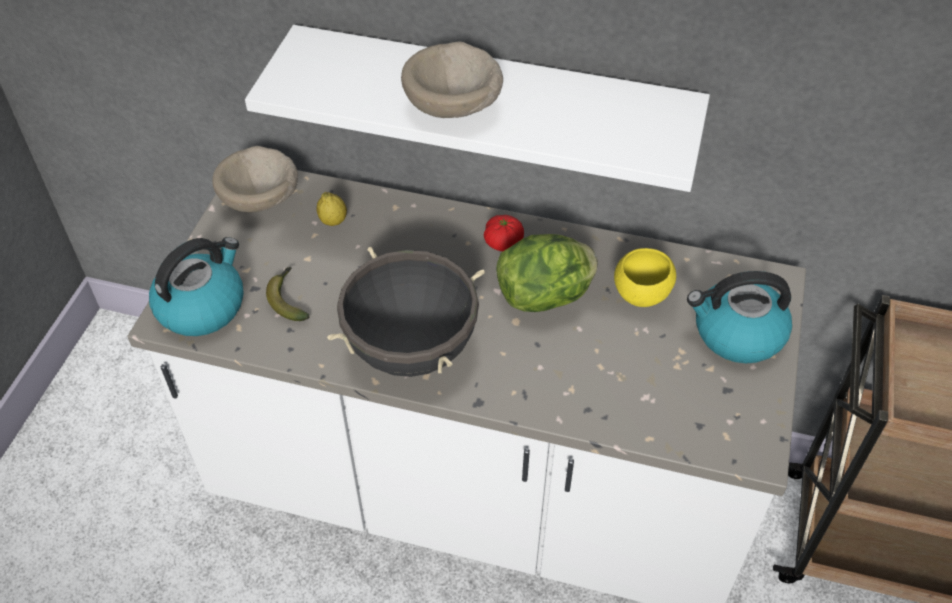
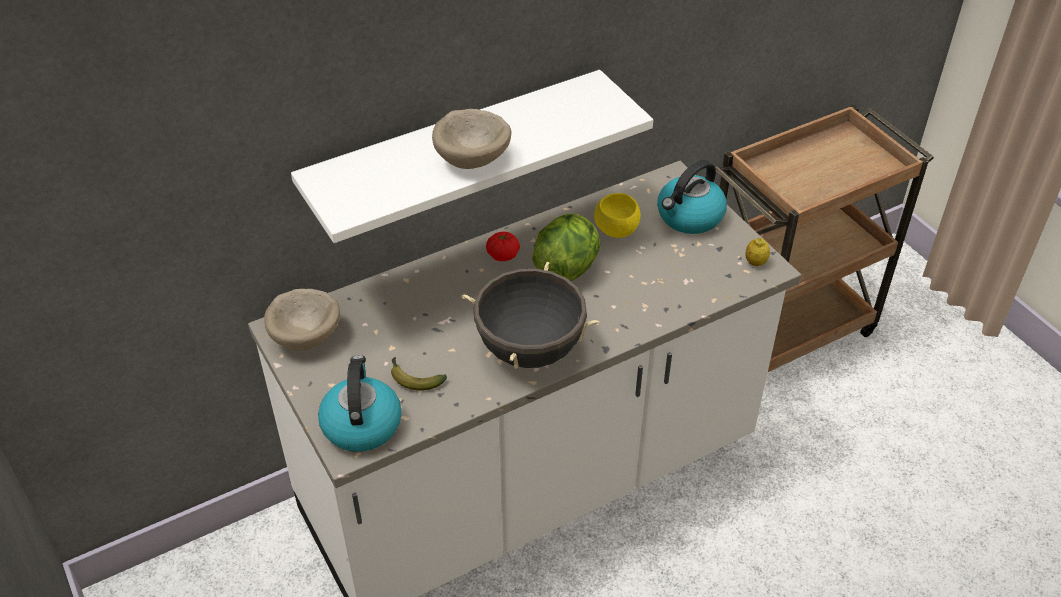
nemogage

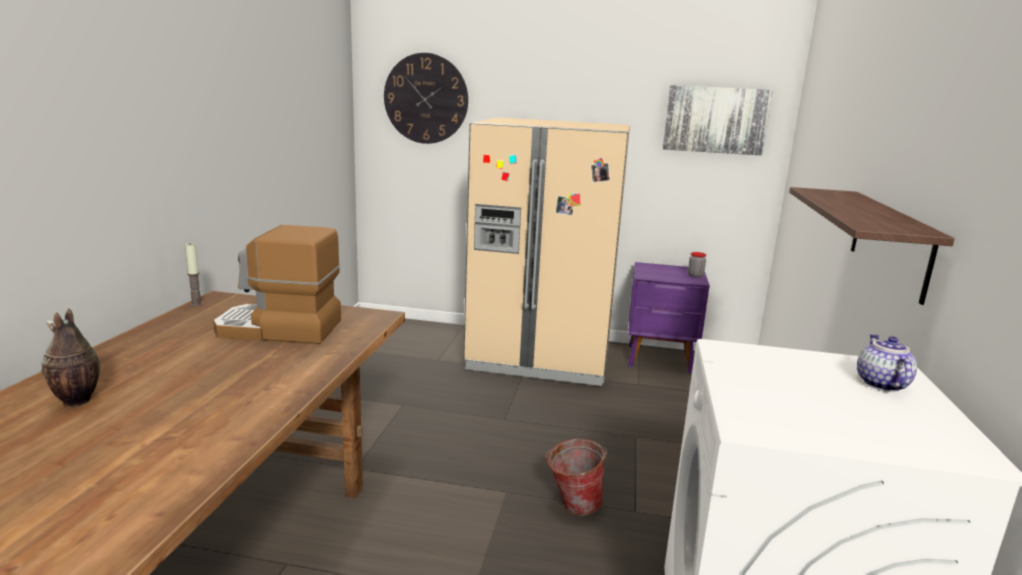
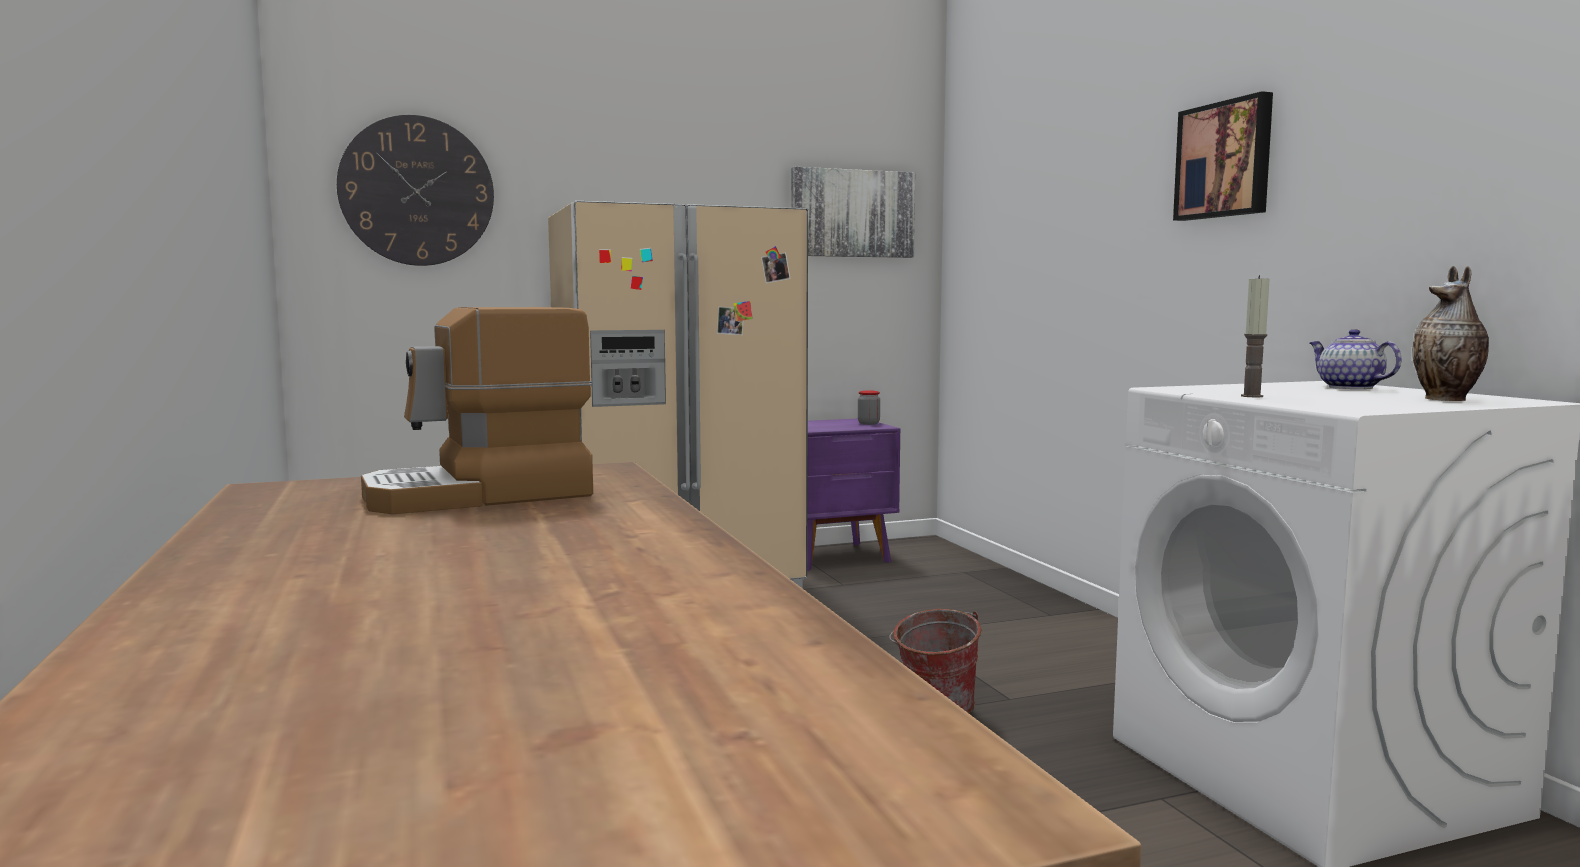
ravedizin
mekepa
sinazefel
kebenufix (no. 2 from left)

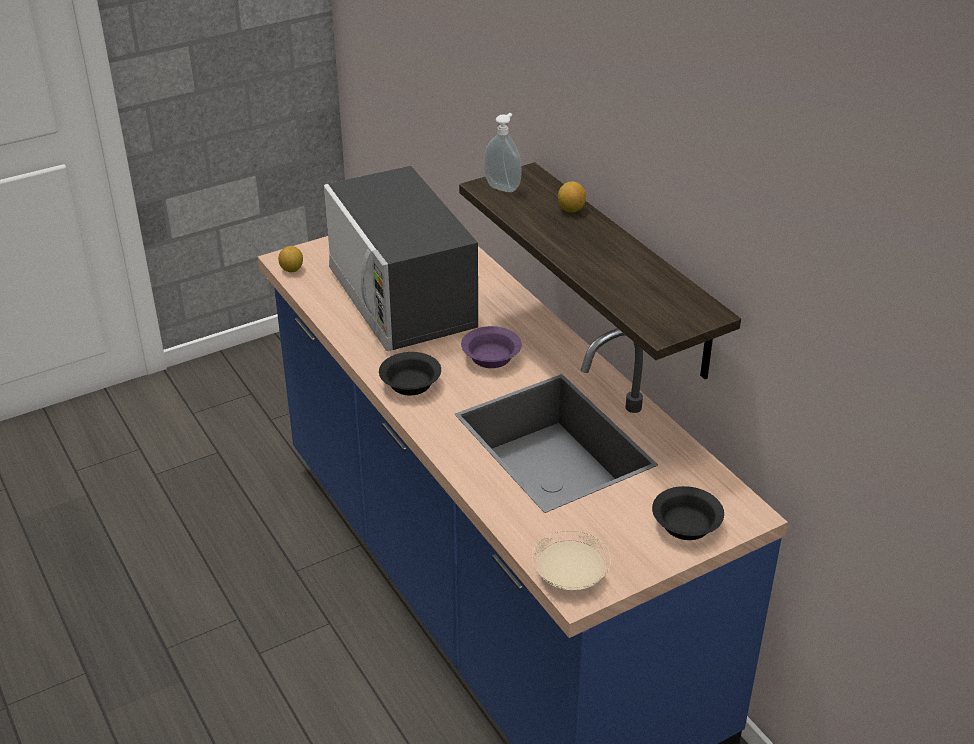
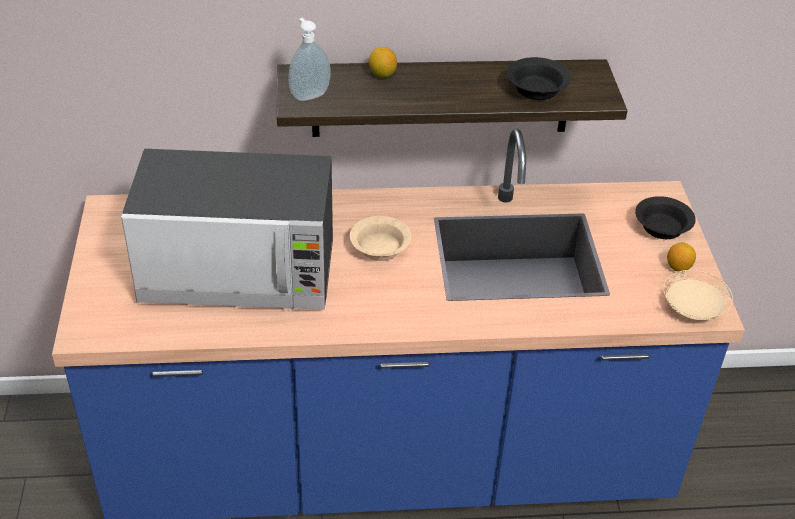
nemogage (no. 2 from left)
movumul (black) (no. 1 from left)
movumul (beige)

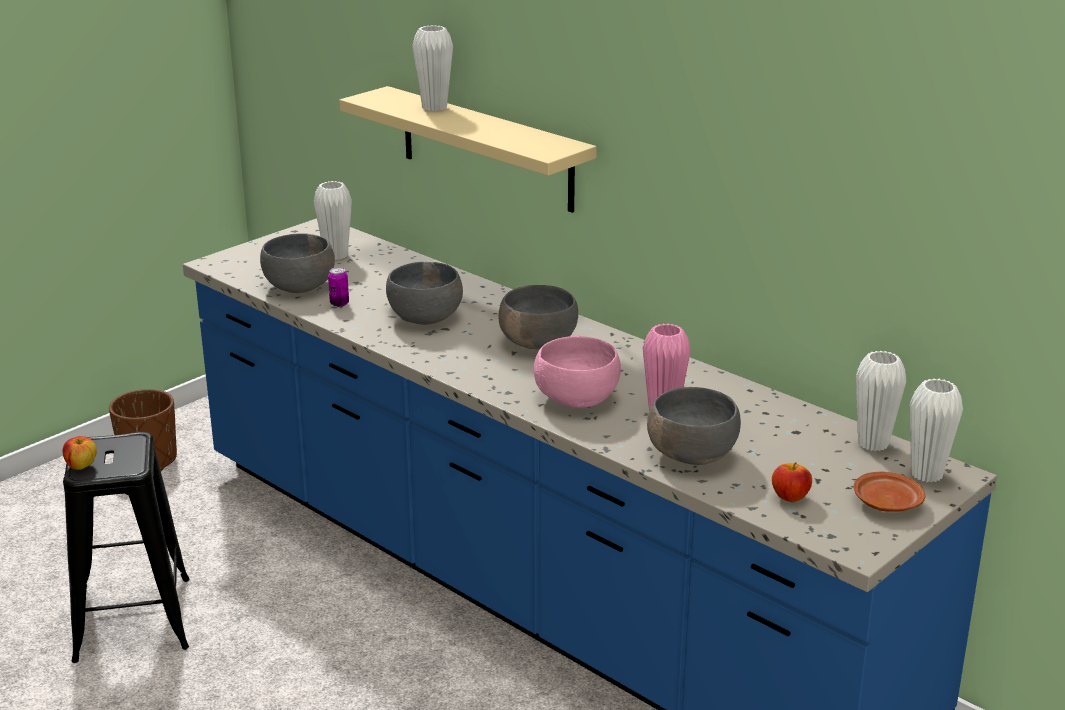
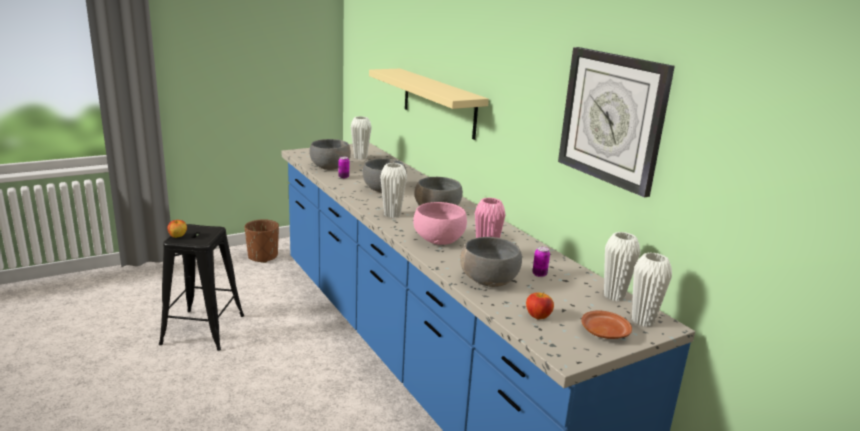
ravedizin (white) (no. 2 from left)
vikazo (no. 2 from left)
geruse

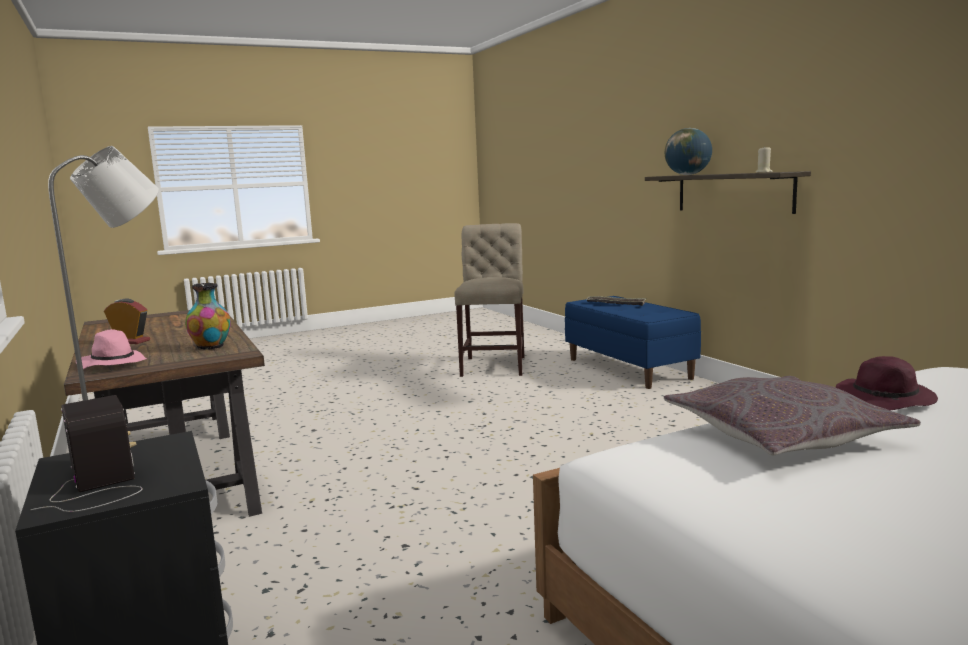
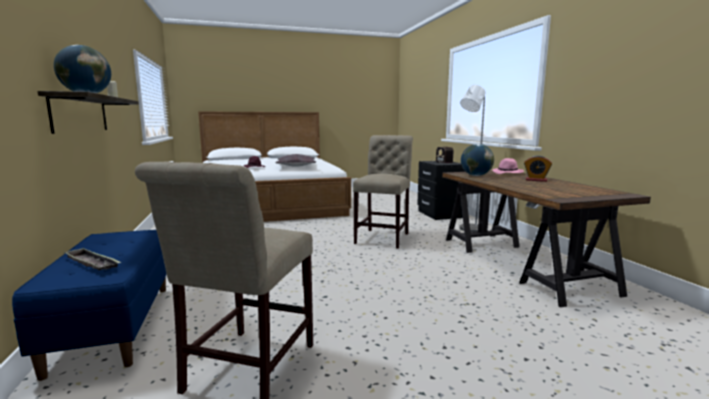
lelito (no. 2 from left)
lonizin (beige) (no. 2 from left)

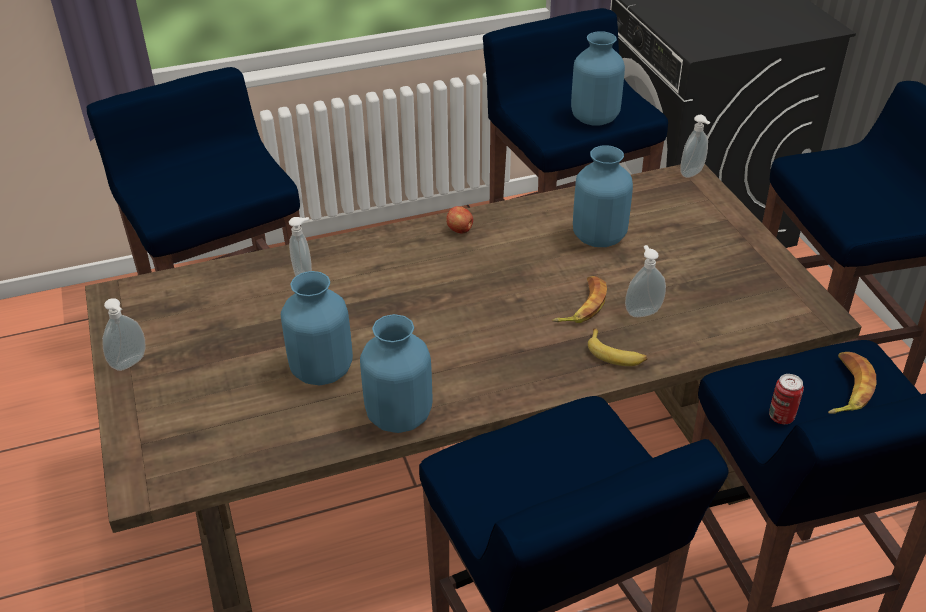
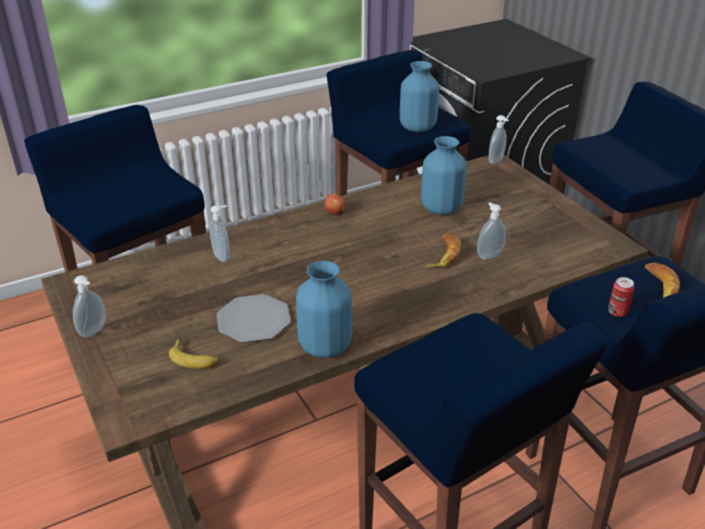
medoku
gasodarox (no. 1 from left)

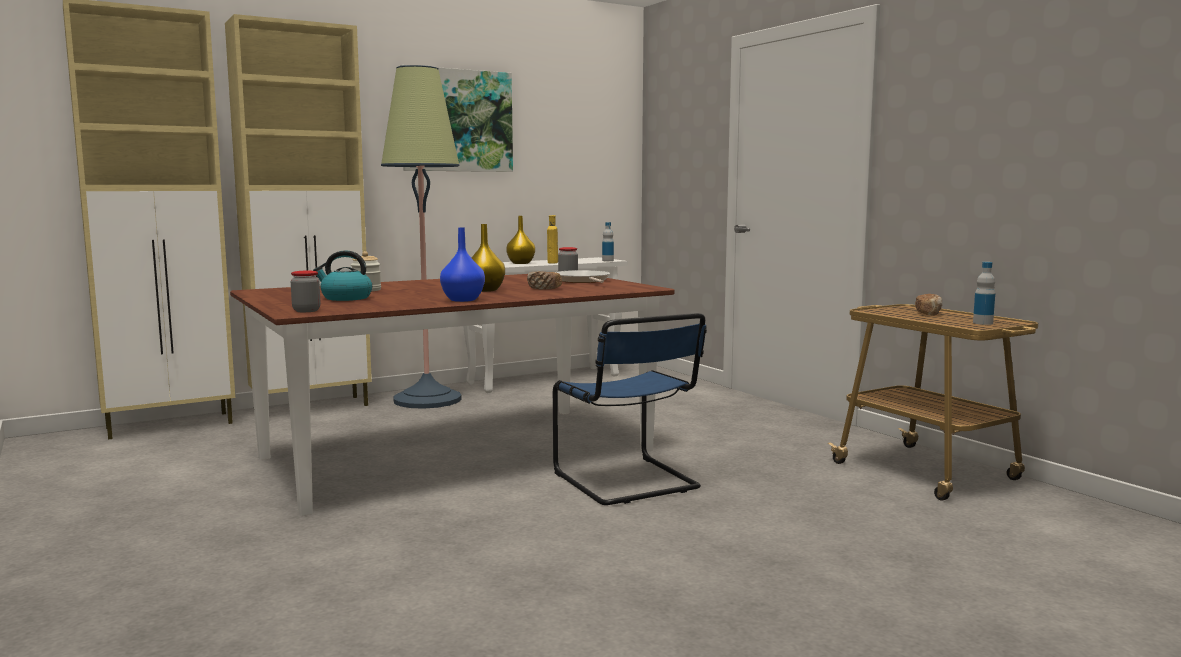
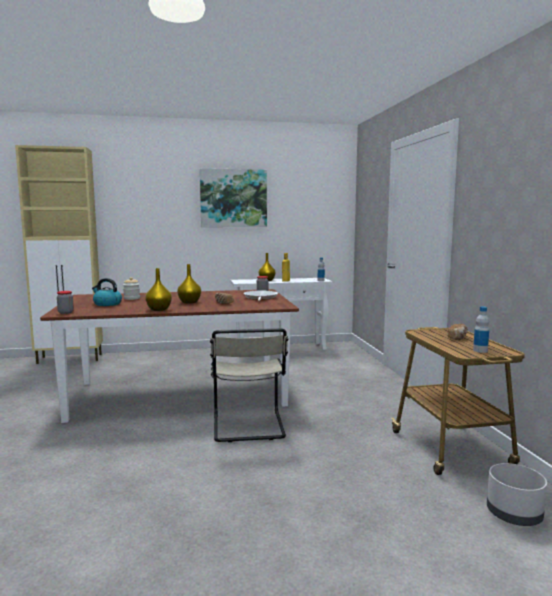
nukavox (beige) (no. 2 from left in the first image)
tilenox
ravedizin (yellow) (no. 1 from left)
lonizin (beige)
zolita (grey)

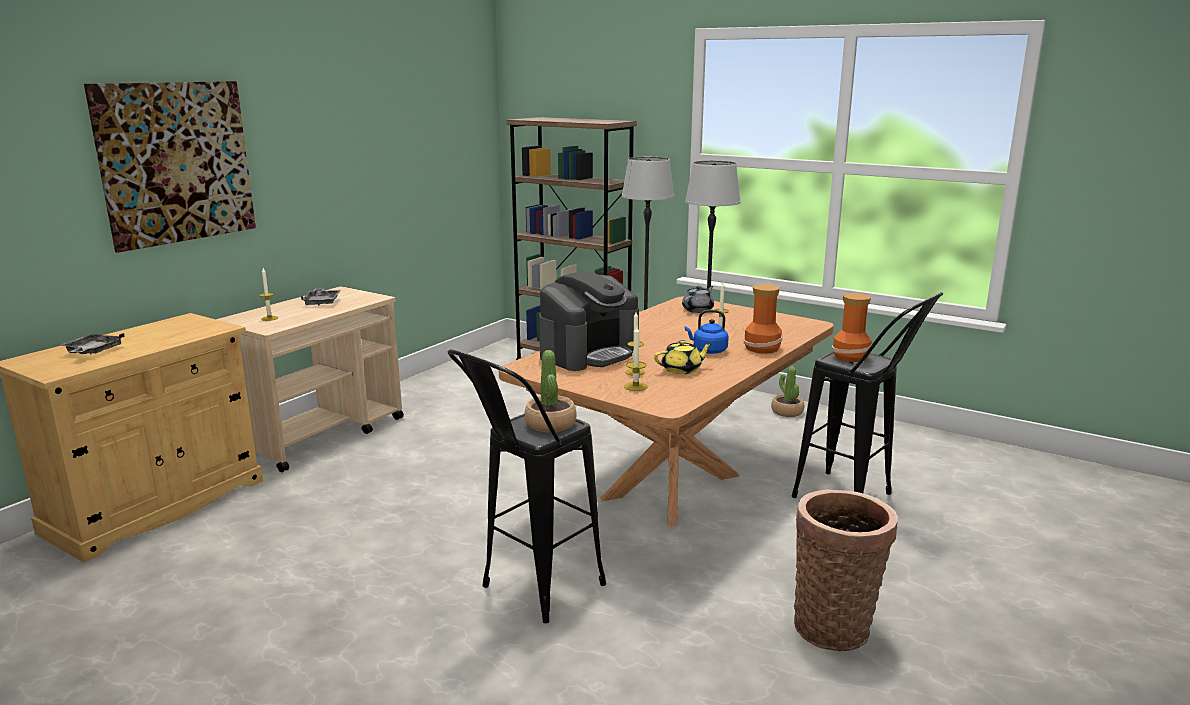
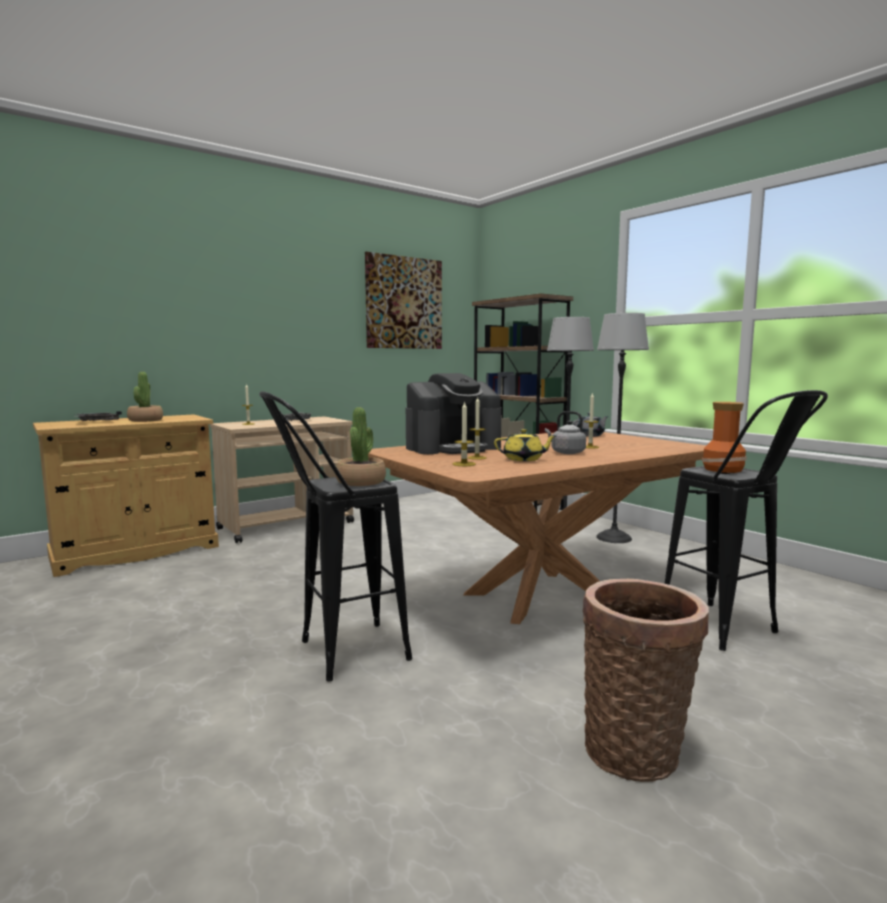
kebenufix
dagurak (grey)
ravedizin (no. 1 from left in the first image)
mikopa (no. 1 from left)

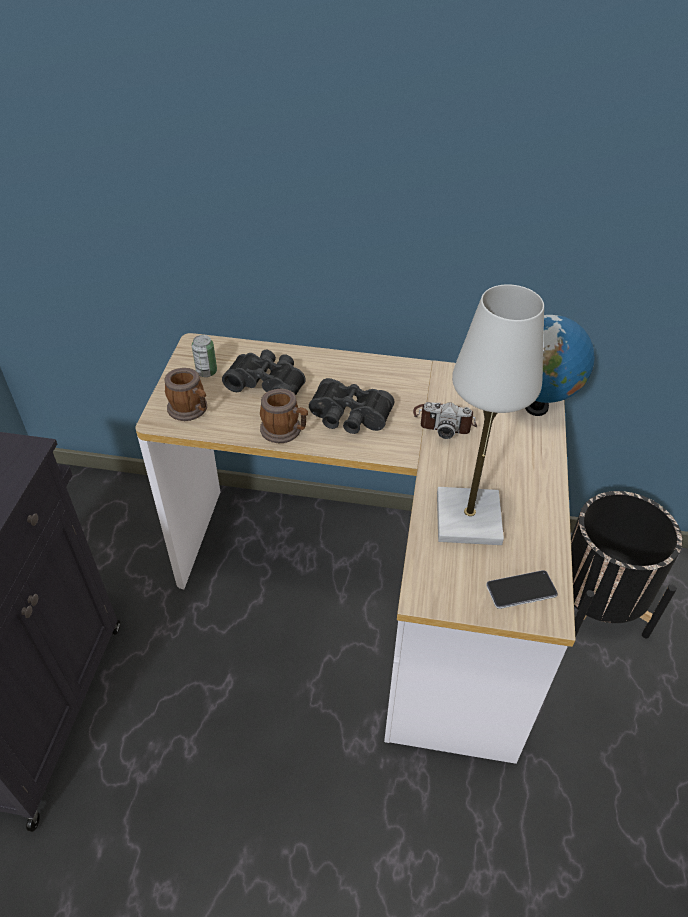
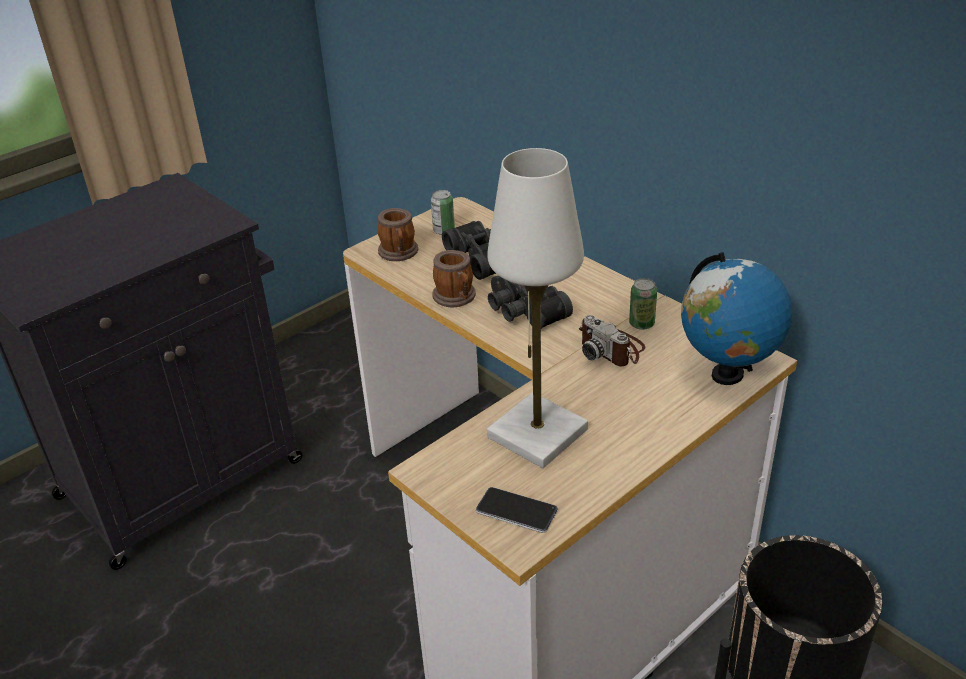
vikazo (no. 2 from left)

